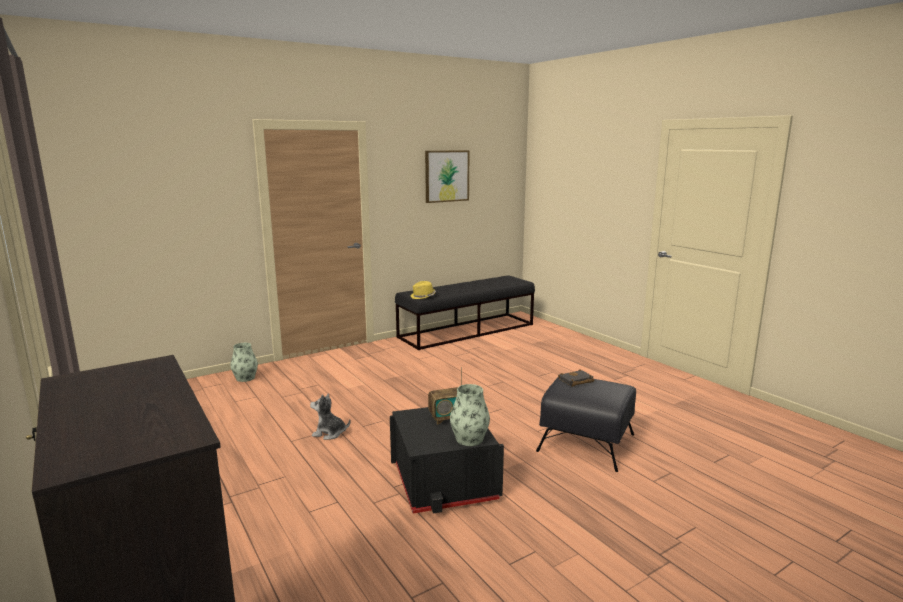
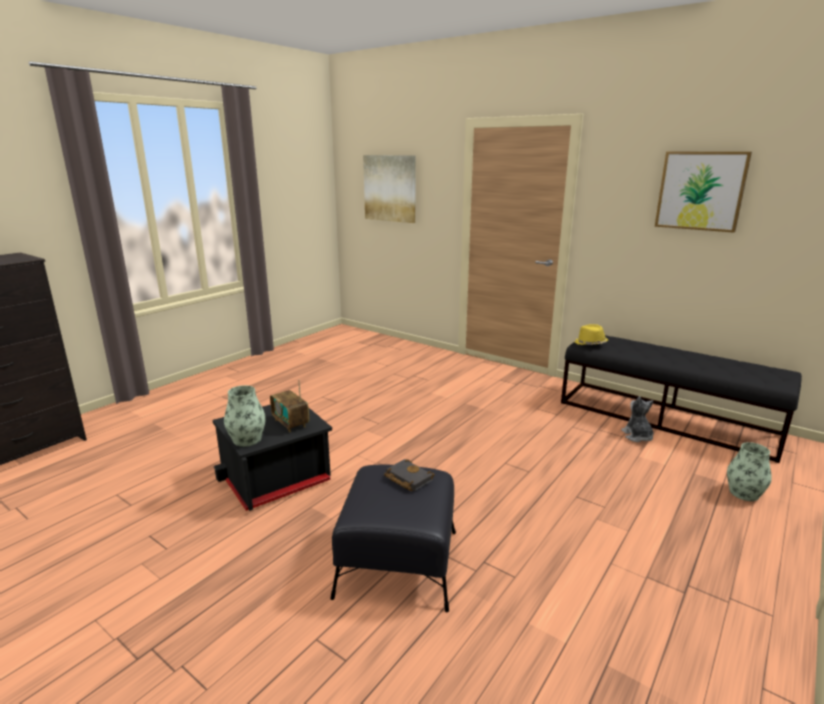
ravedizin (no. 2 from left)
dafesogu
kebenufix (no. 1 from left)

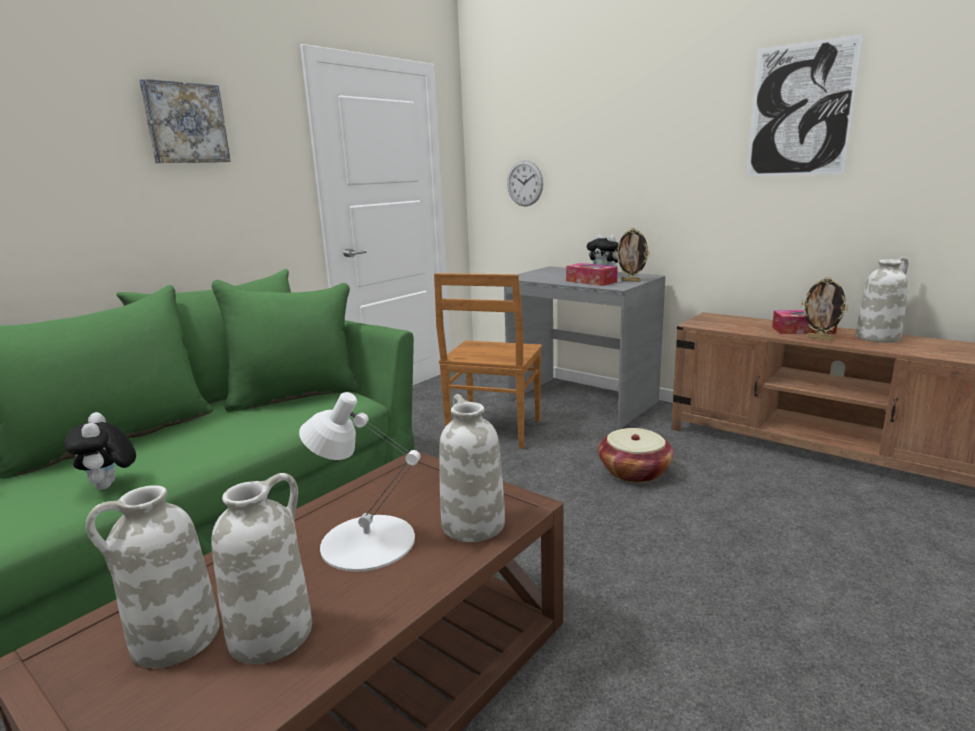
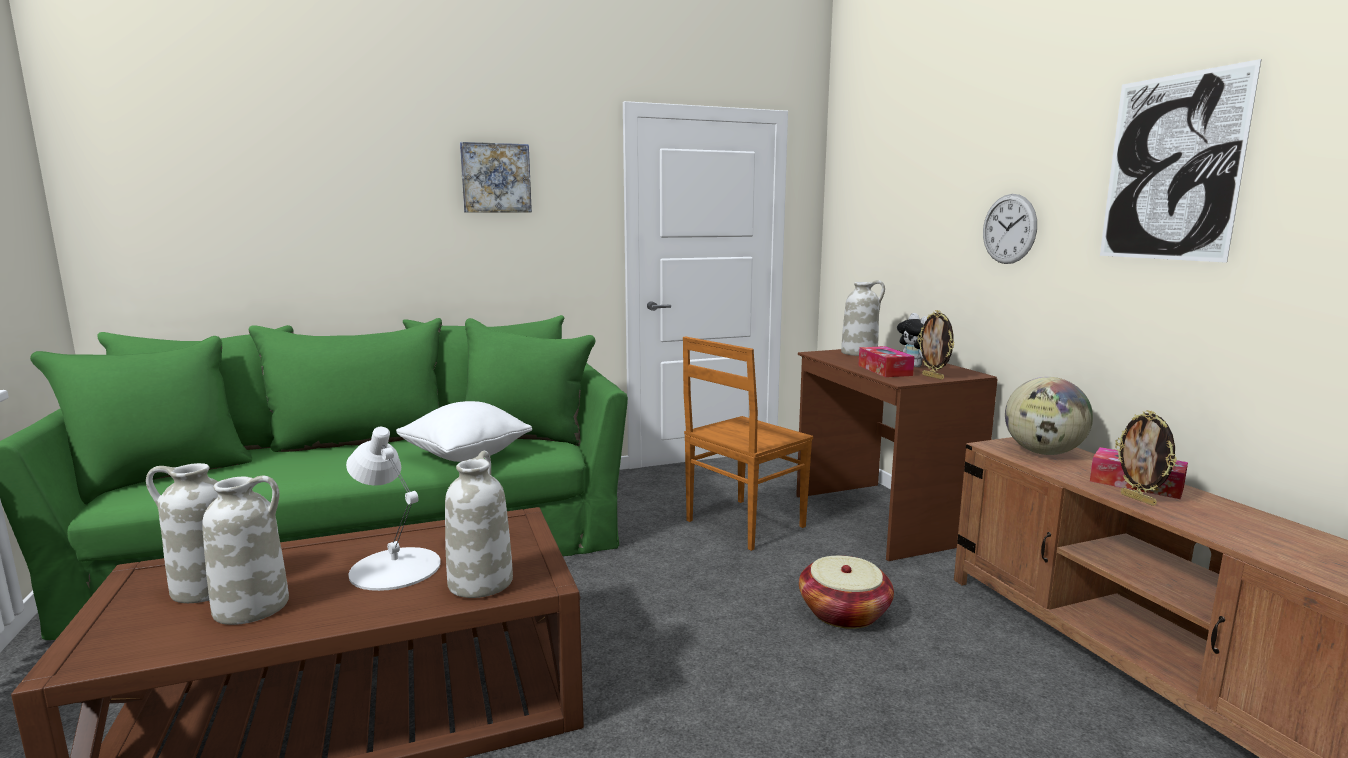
dafesogu (no. 1 from left in the first image)
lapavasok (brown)
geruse
ravedizin (white) (no. 4 from left)
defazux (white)
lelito

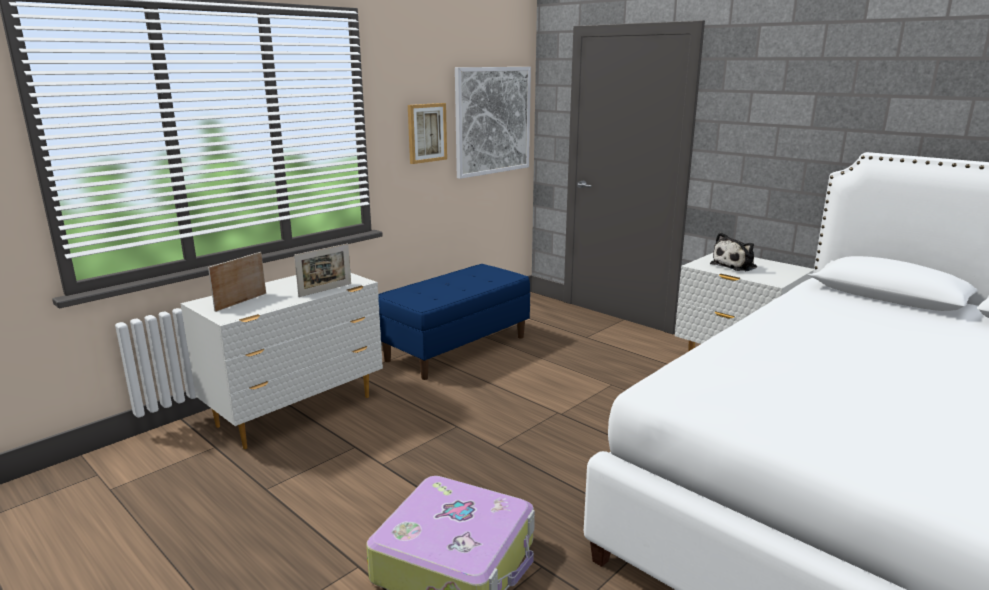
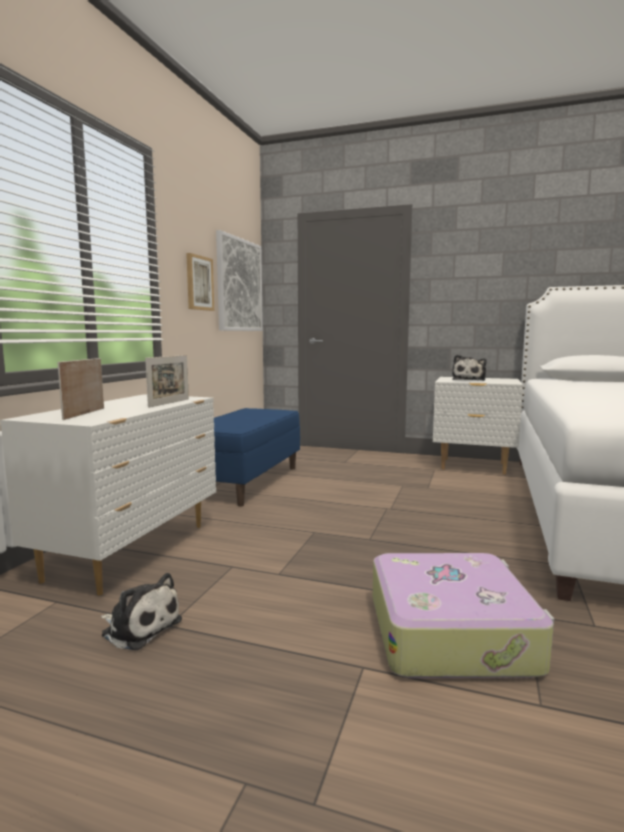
dafesogu (no. 1 from left)

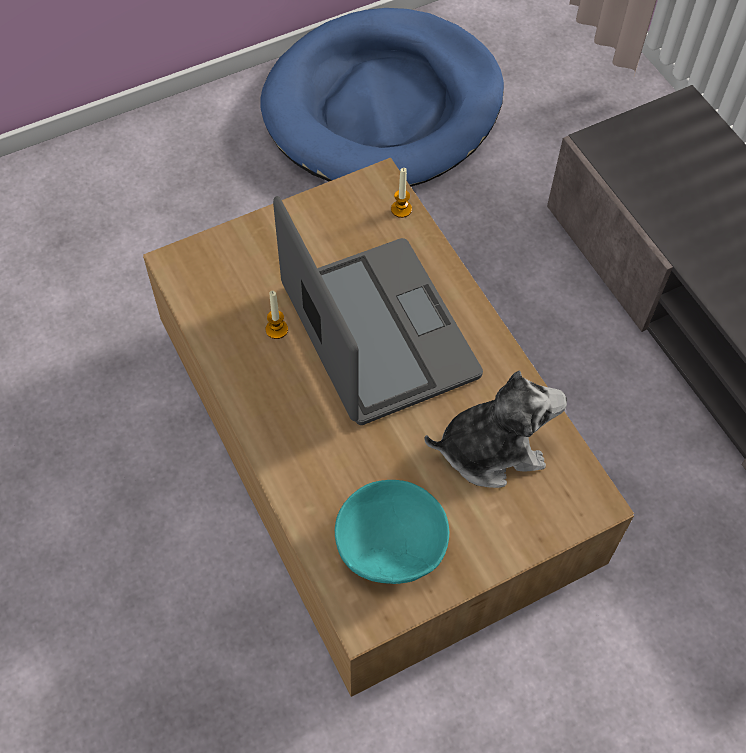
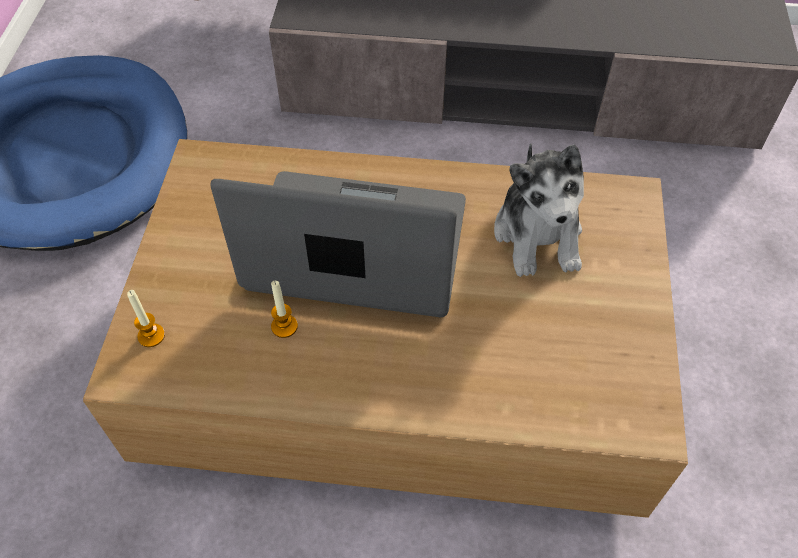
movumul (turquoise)
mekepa (no. 1 from left)
dafesogu

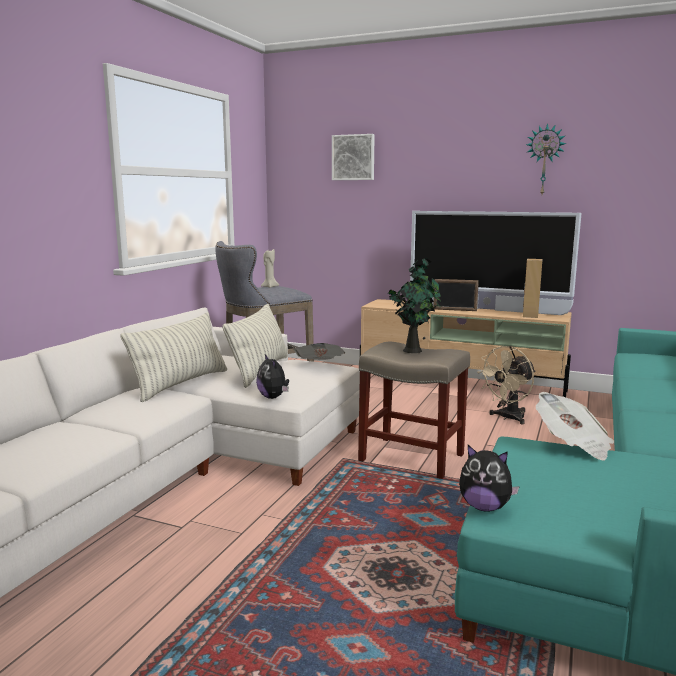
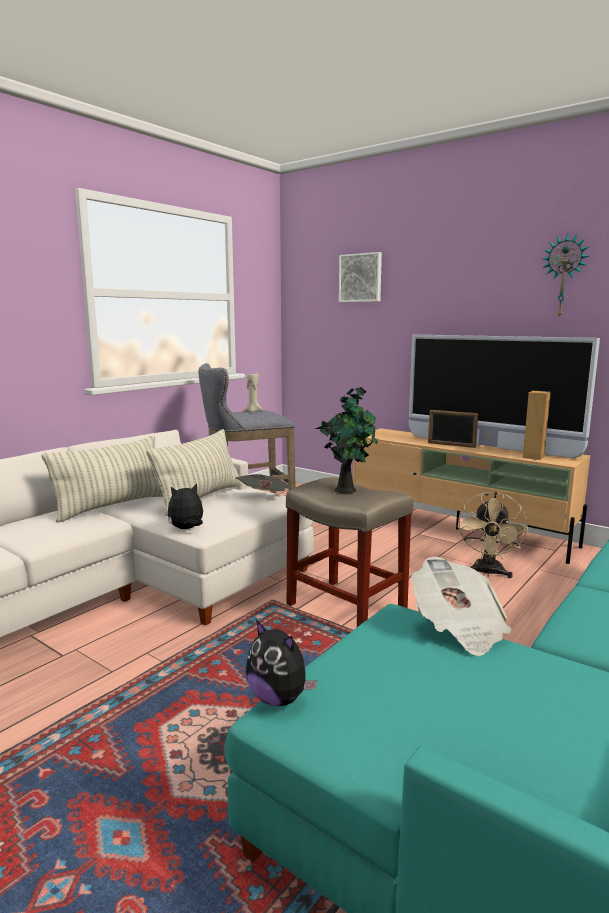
dafesogu (no. 1 from left)
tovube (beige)

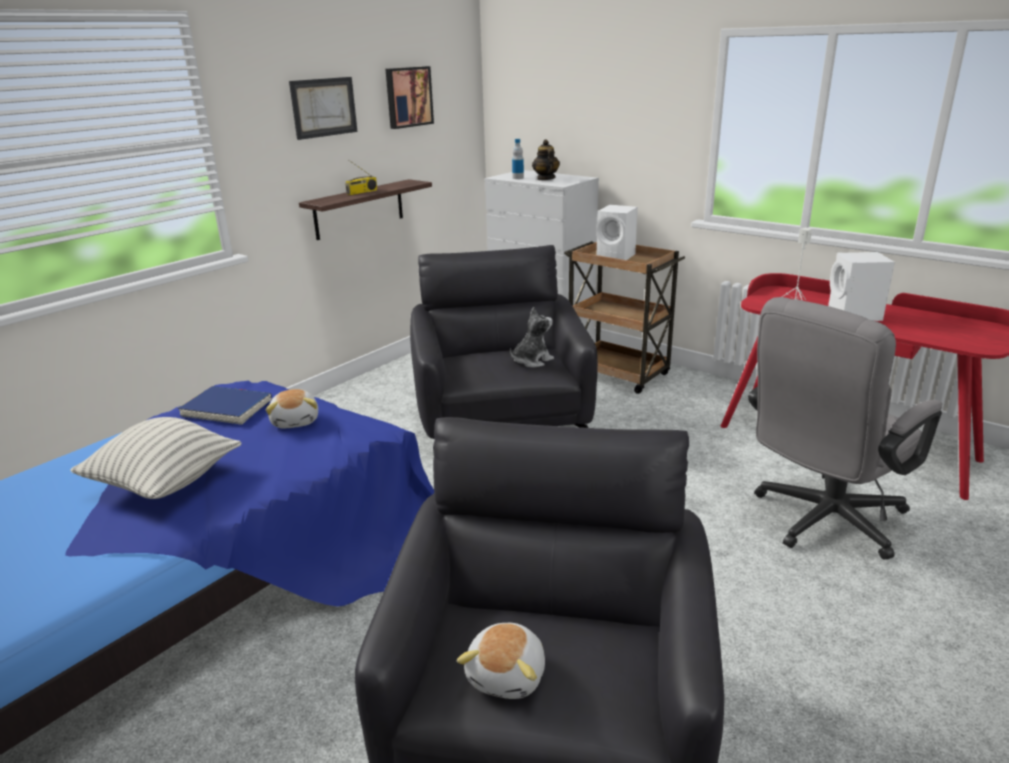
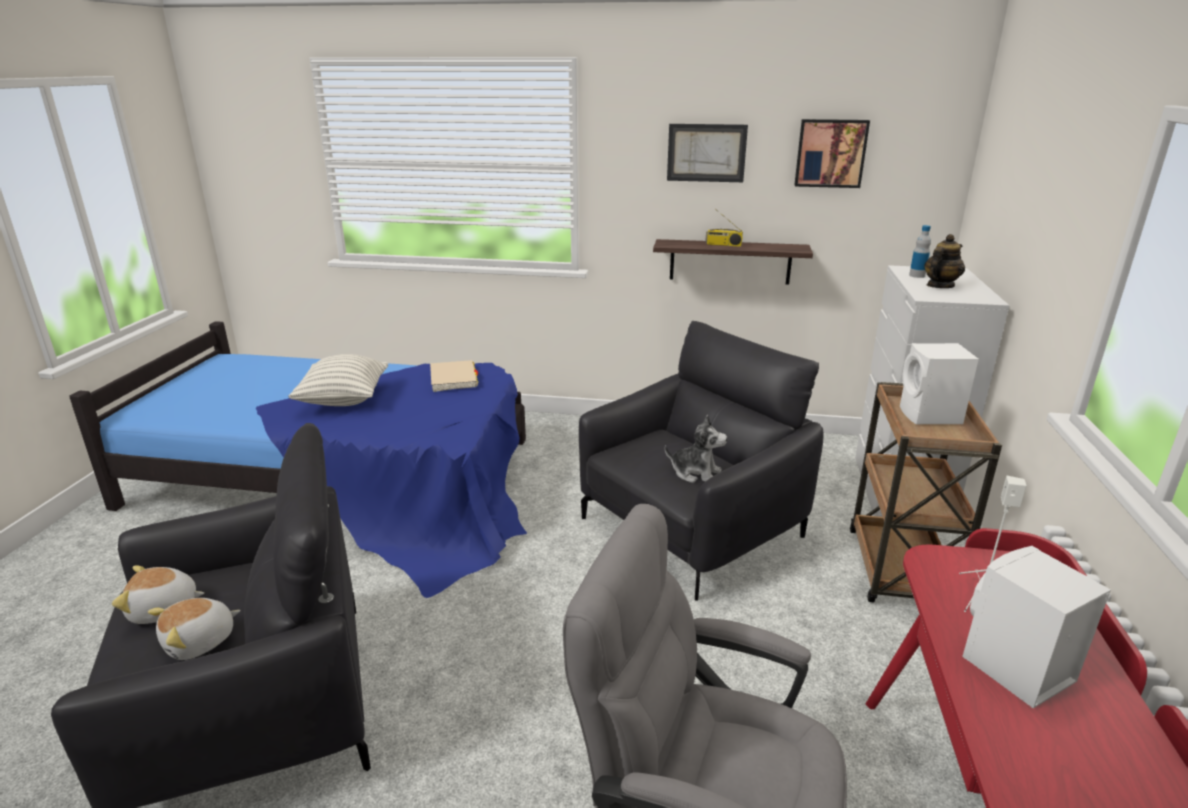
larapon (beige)
dafesogu (no. 2 from left)

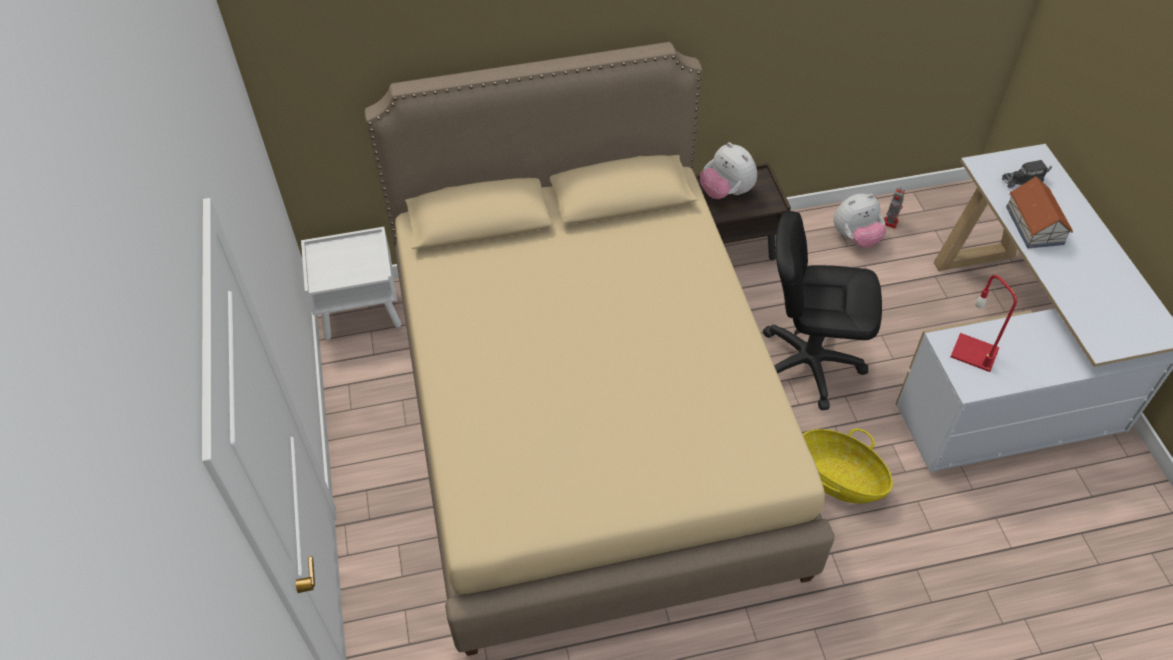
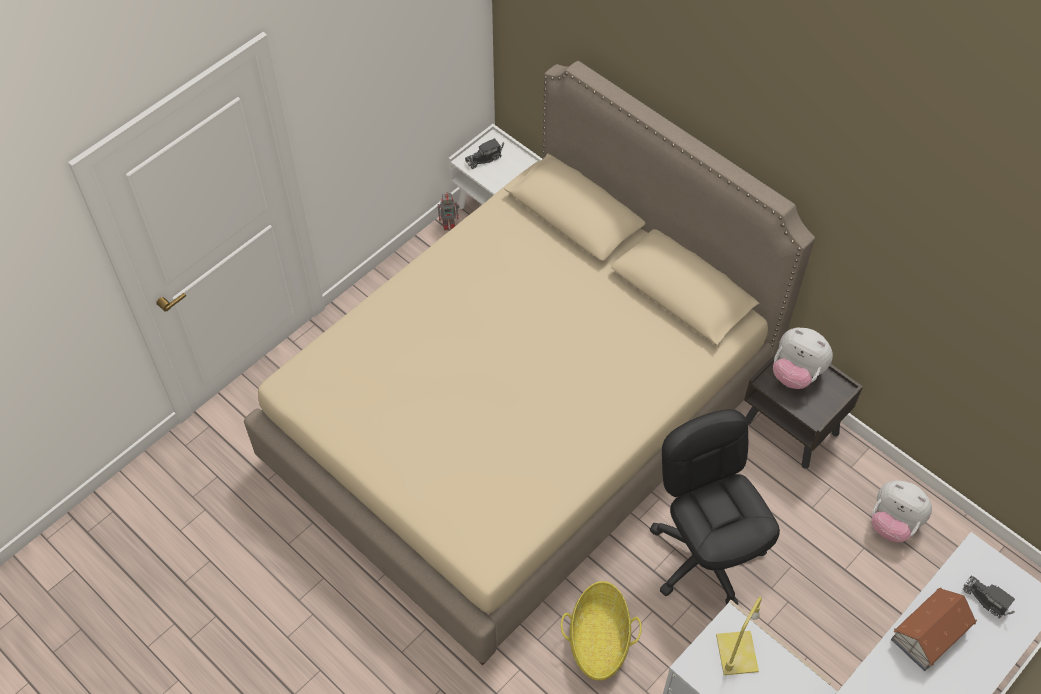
dafesogu (no. 1 from left)
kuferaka
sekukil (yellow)
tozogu (no. 1 from left)

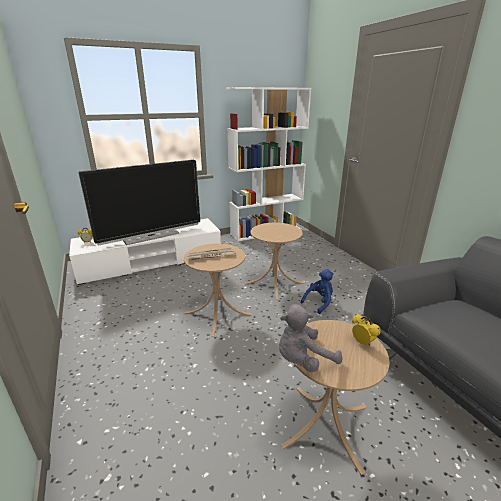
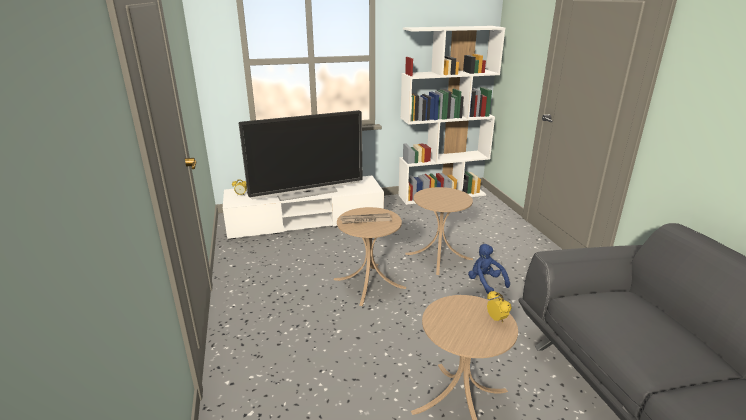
dafesogu (grey)
dafesogu (blue)

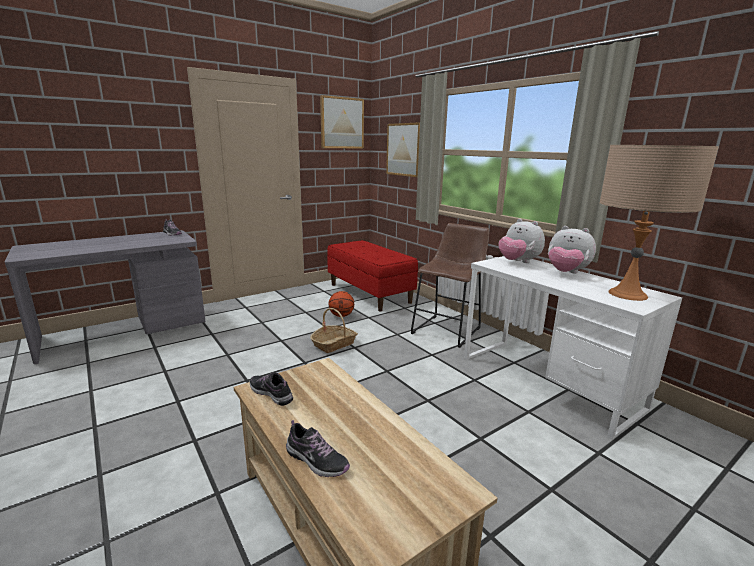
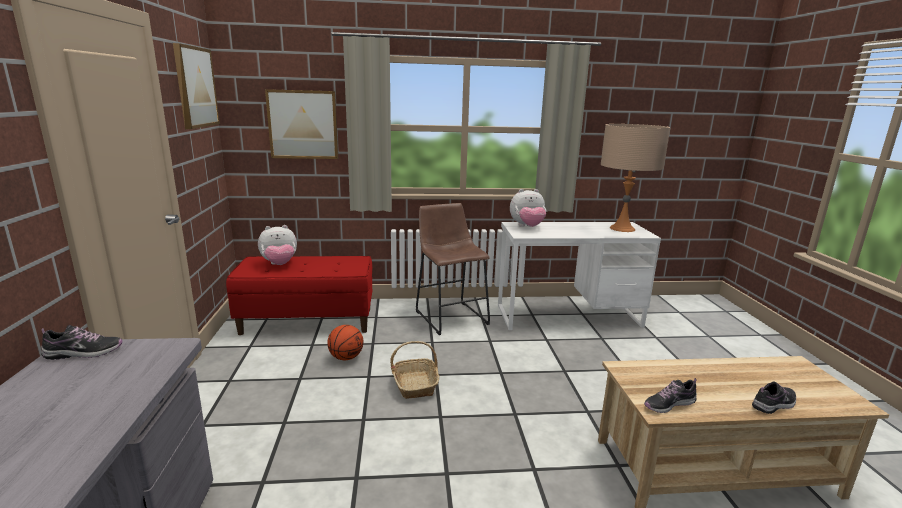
dafesogu (no. 1 from left)

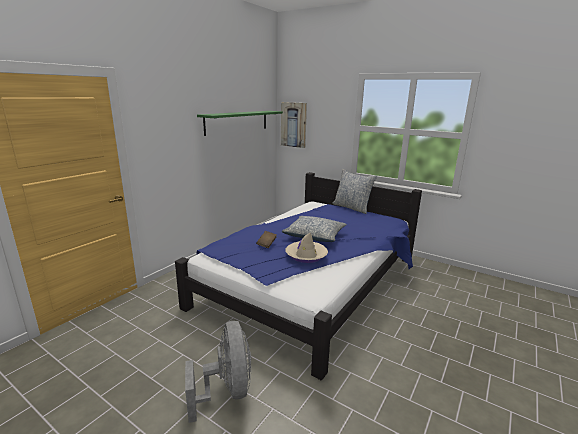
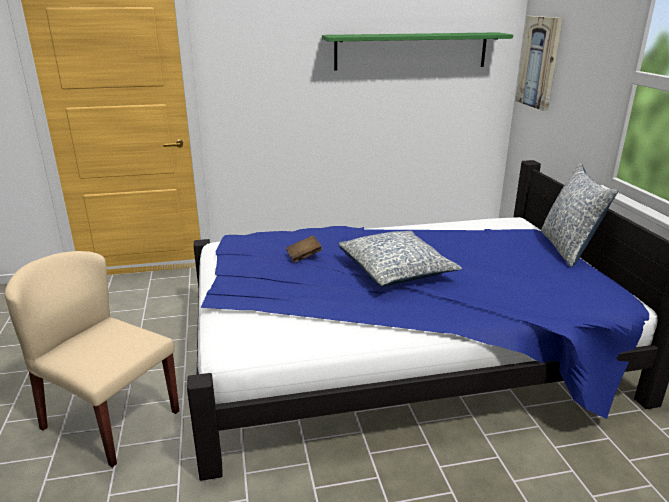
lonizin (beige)
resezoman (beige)

